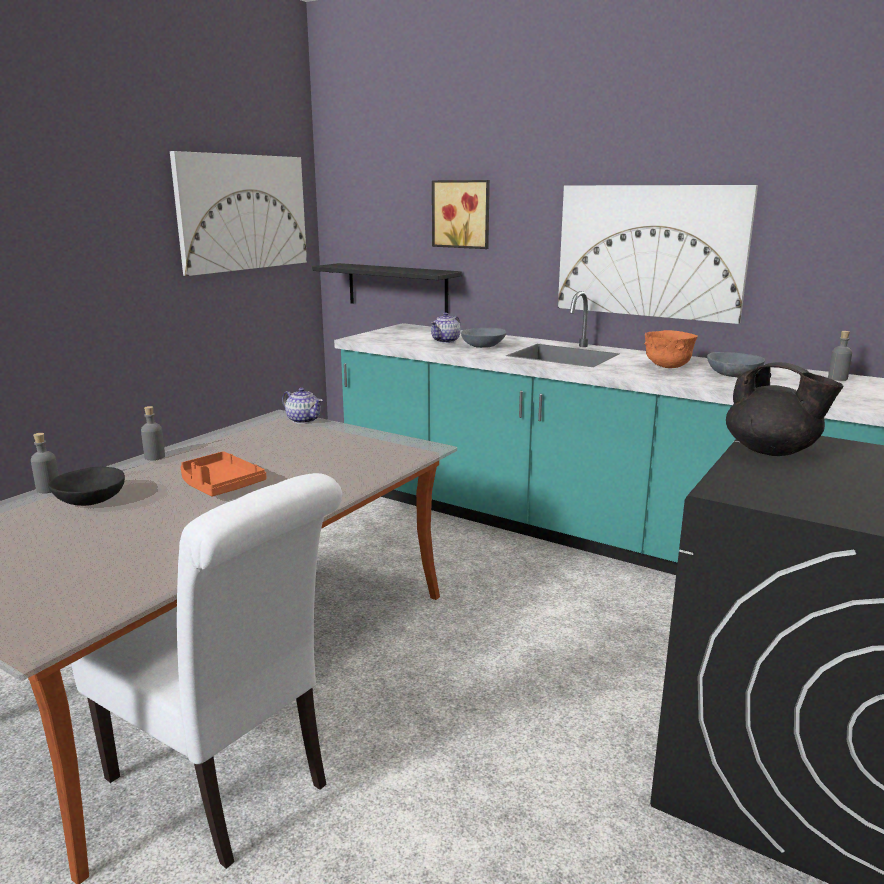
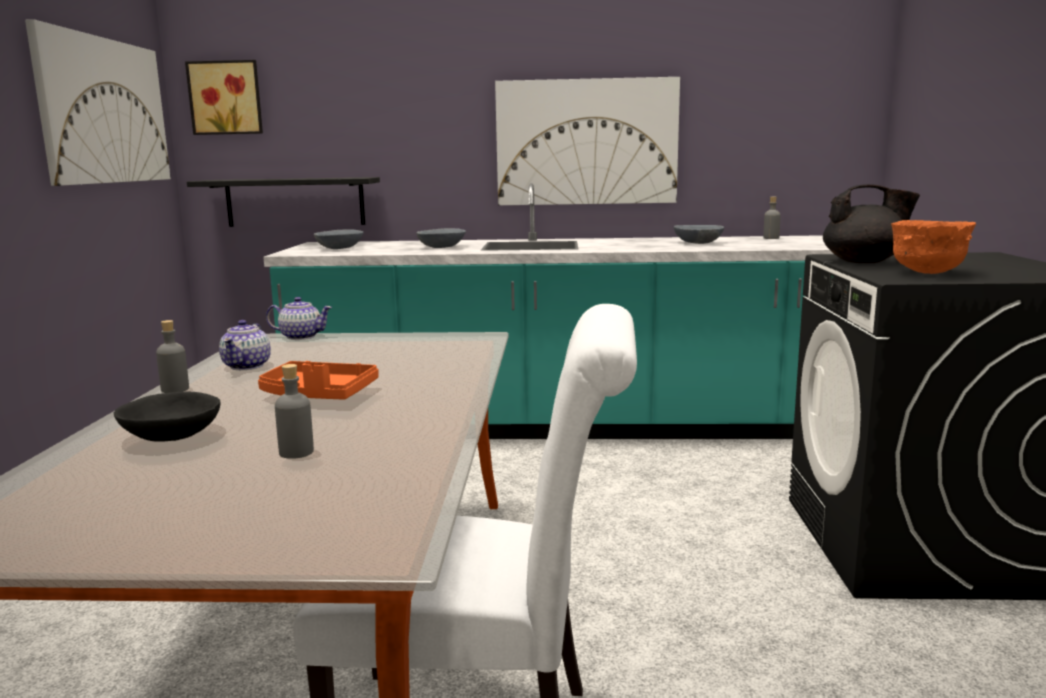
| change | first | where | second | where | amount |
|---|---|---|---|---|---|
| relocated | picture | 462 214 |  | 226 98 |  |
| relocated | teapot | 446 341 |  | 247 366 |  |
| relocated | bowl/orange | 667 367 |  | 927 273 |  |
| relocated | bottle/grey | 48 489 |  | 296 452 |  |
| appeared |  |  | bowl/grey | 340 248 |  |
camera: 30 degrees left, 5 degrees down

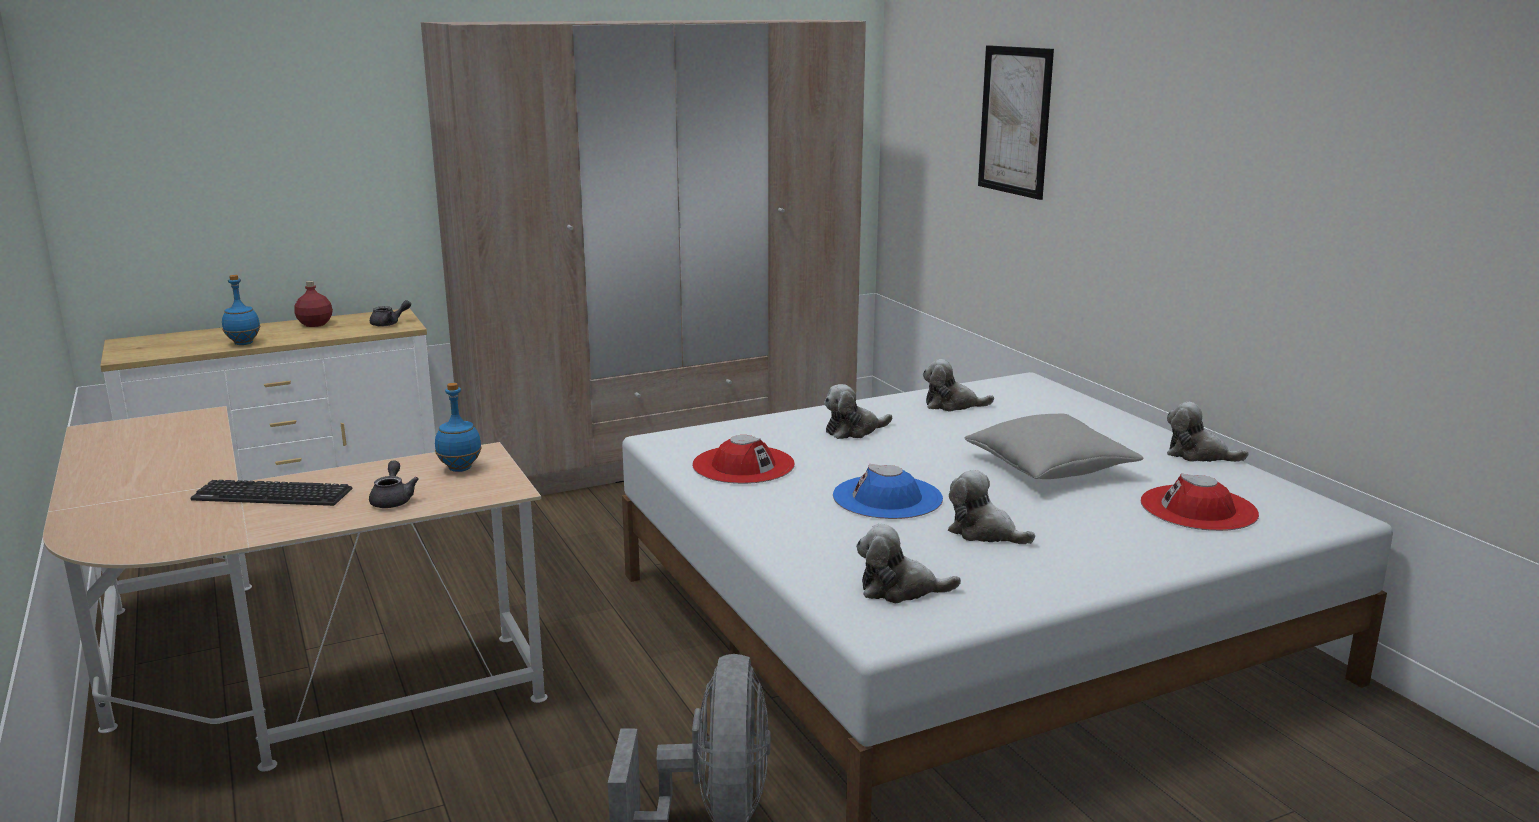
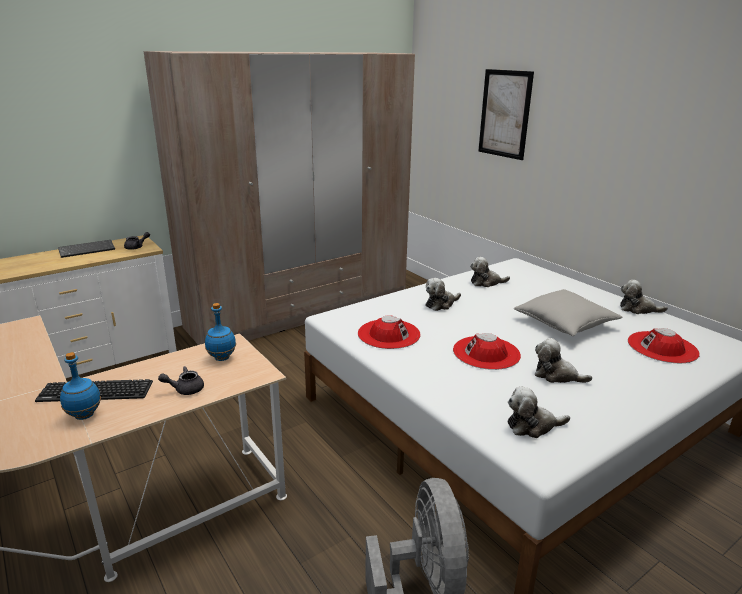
| change | first | where | second | where | amount |
|---|---|---|---|---|---|
| relocated | bottle/blue | 243 343 |  | 84 415 |  |
| exchanged | bottle/red | 315 324 | keyboard | 87 249 |  |
| spun | teapot/grey | 393 500 |  | 185 389 | 90 degrees counterclockwise |
| colour | hat/blue | 887 498 | hat/red | 486 353 |  |
camera: 10 degrees left, 5 degrees up

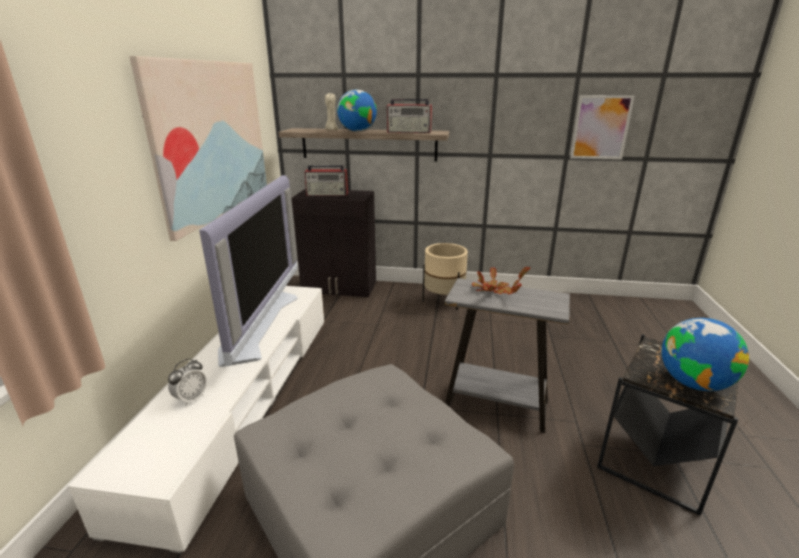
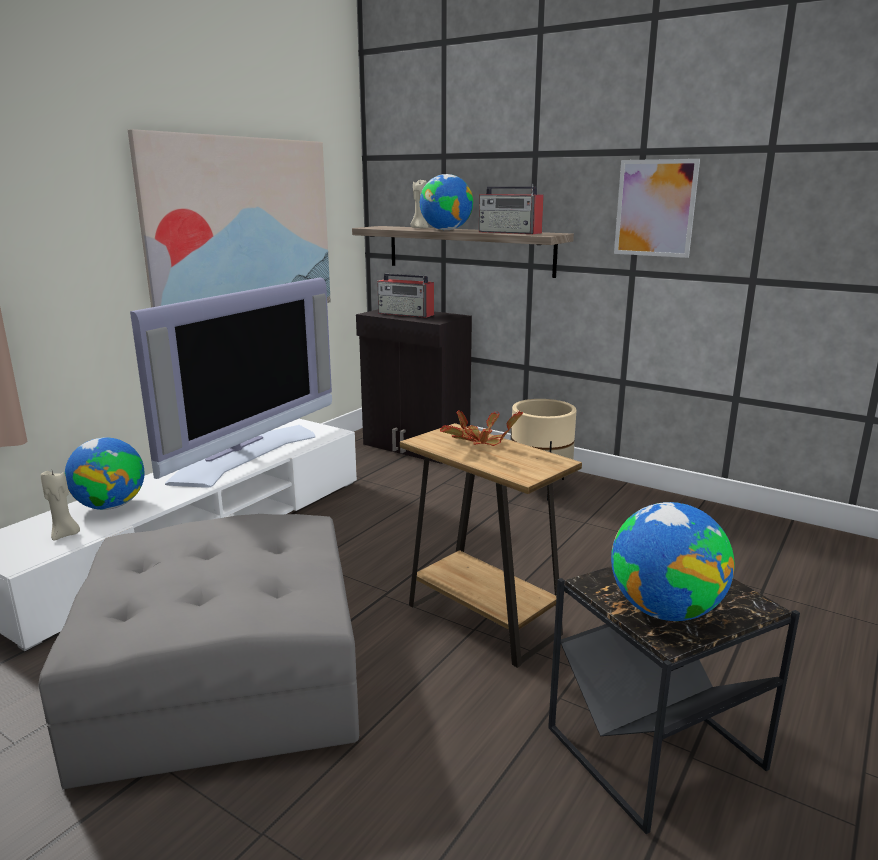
| change | first | where | second | where | amount |
|---|---|---|---|---|---|
| relocated | picture | 600 127 |  | 655 208 |  |
| colour | side table/grey | 496 405 | side table/brown | 483 619 |  |
| exchanged | alarm clock | 191 398 | globe | 111 506 |  |
| appeared |  |  | candle/beige | 65 535 |  |
camera: 25 degrees right, 5 degrees down

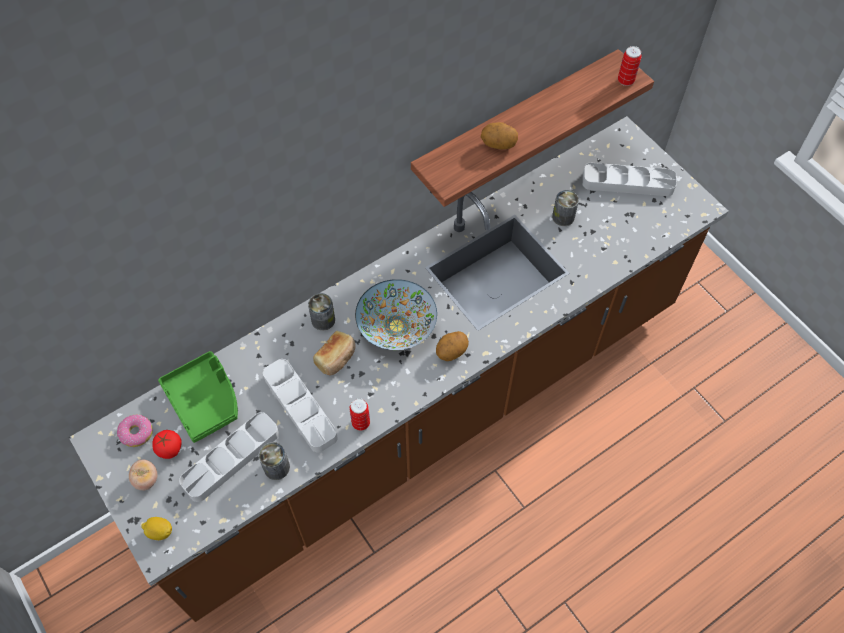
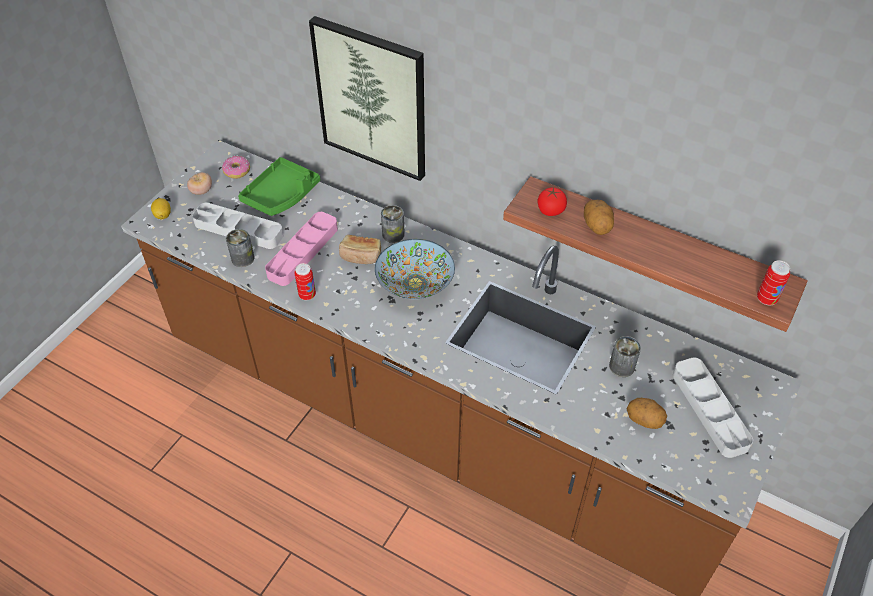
| change | first | where | second | where | amount |
|---|---|---|---|---|---|
| relocated | potato | 451 351 |  | 644 420 |  |
| colour | tray/grey | 300 407 | tray/pink | 303 252 |  |
| relocated | tomato | 169 449 |  | 550 211 |  |
| appeared |  |  | picture | 372 99 |  |
camera: 65 degrees right, 10 degrees down

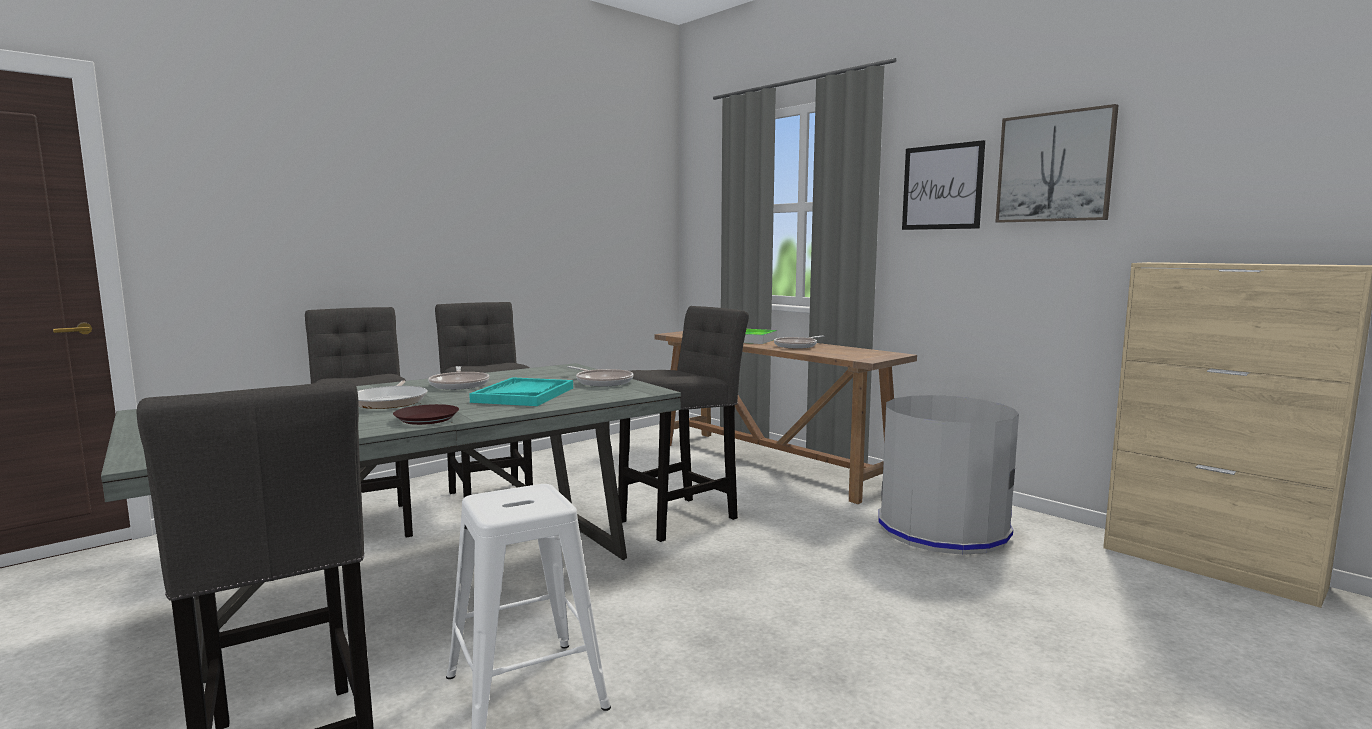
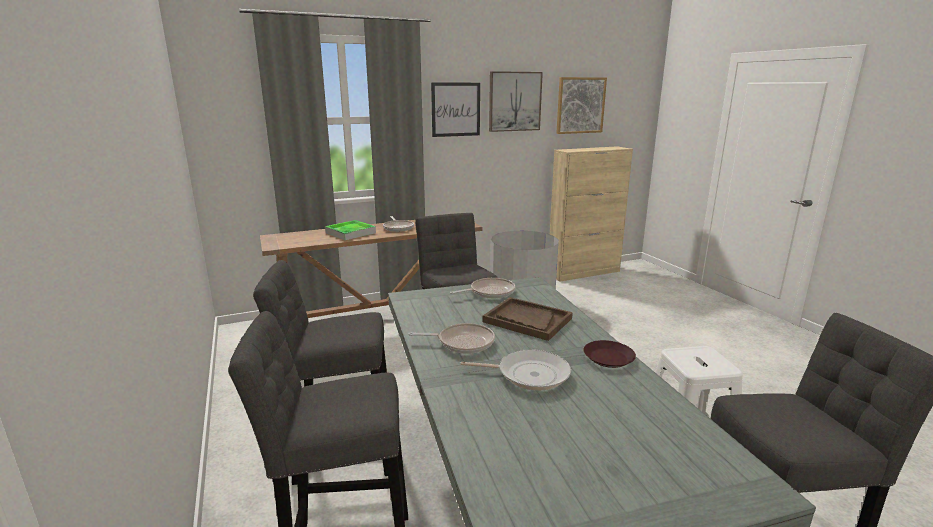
| change | first | where | second | where | amount |
|---|---|---|---|---|---|
| colour | tray/turquoise | 523 395 | tray/brown | 527 320 |  |
| appeared |  |  | picture | 580 105 |  |
camera: 70 degrees left, 10 degrees up

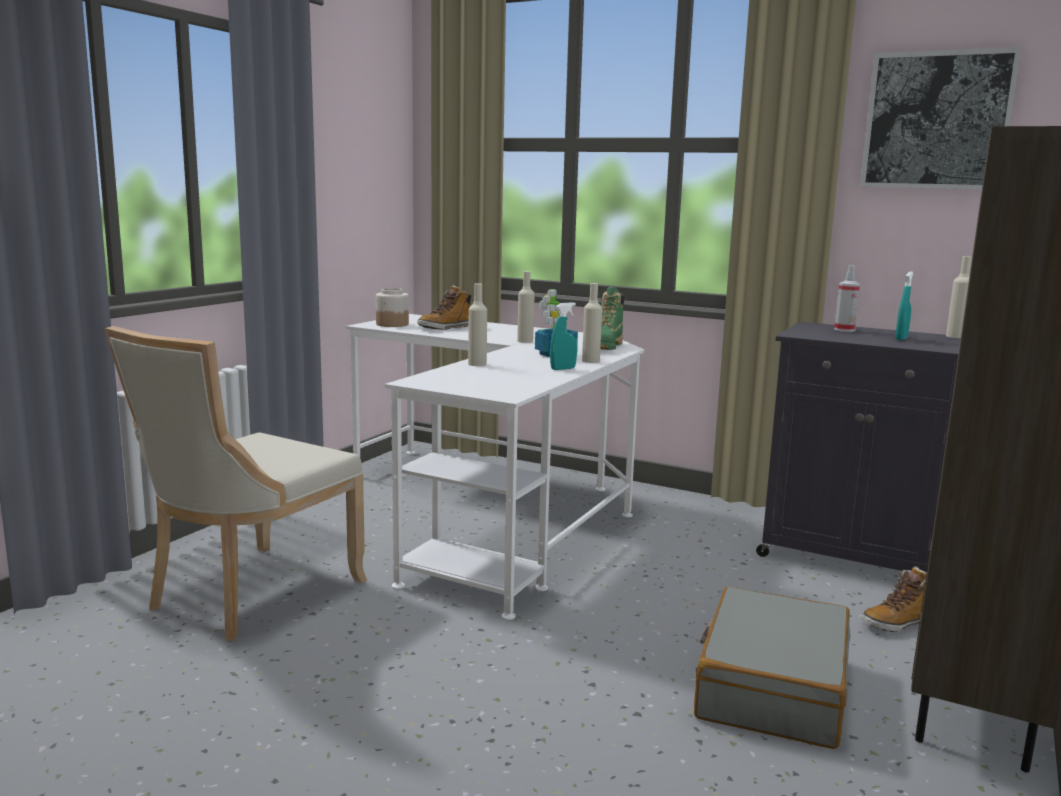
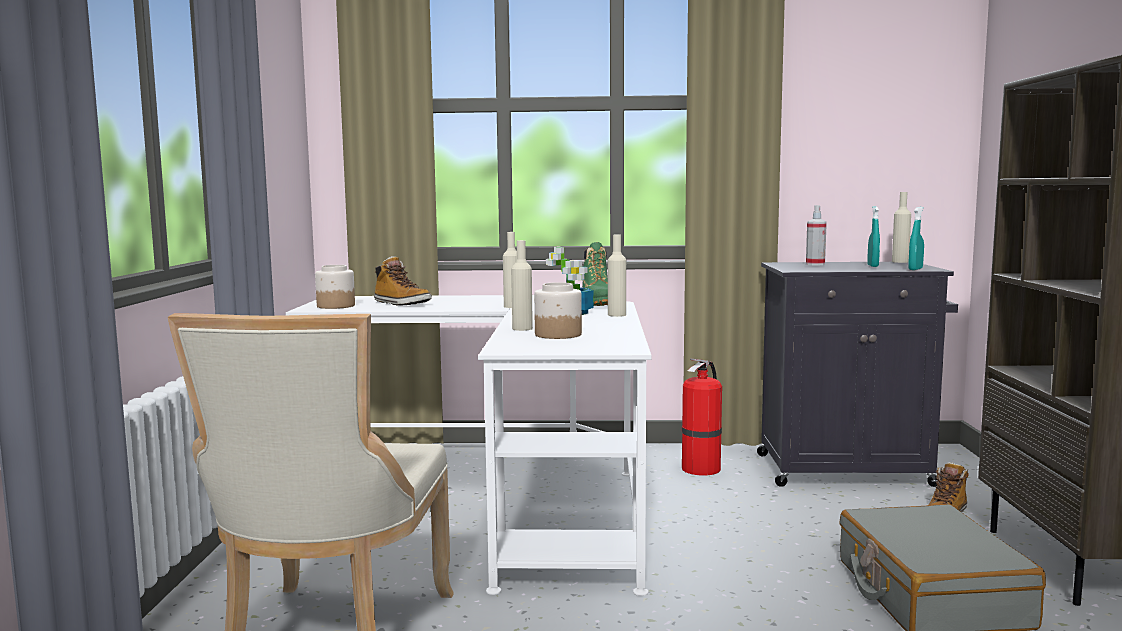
| change | first | where | second | where | amount |
|---|---|---|---|---|---|
| missing | picture | 937 121 |  |  |  |
| spun | boot | 445 328 |  | 401 304 | 75 degrees counterclockwise |
| relocated | spray bottle/turquoise | 563 369 |  | 915 269 |  |
| appeared |  |  | jar | 557 335 |  |
| appeared |  |  | fire extinguisher | 702 468 |  |
camera: 25 degrees left, 5 degrees down

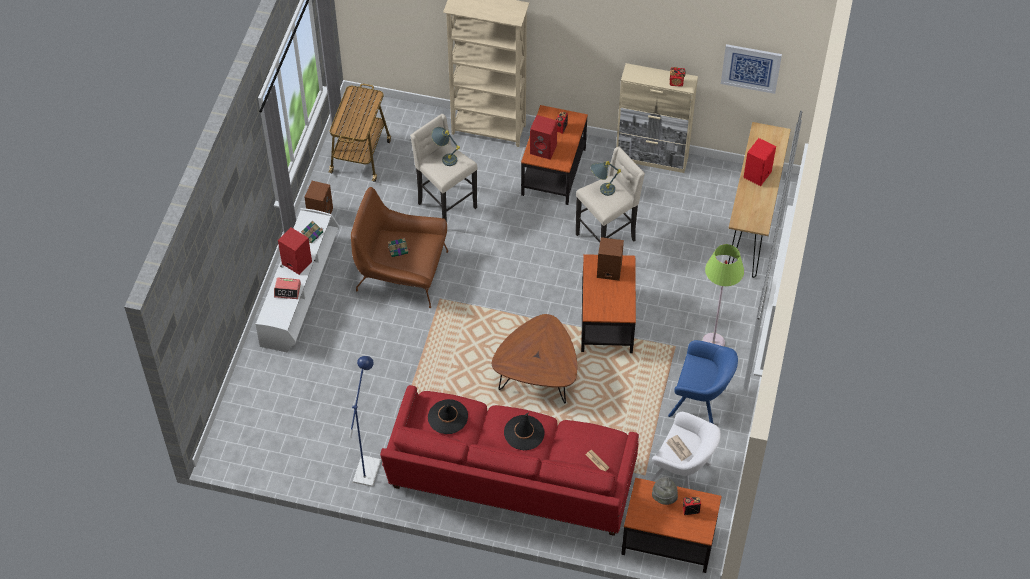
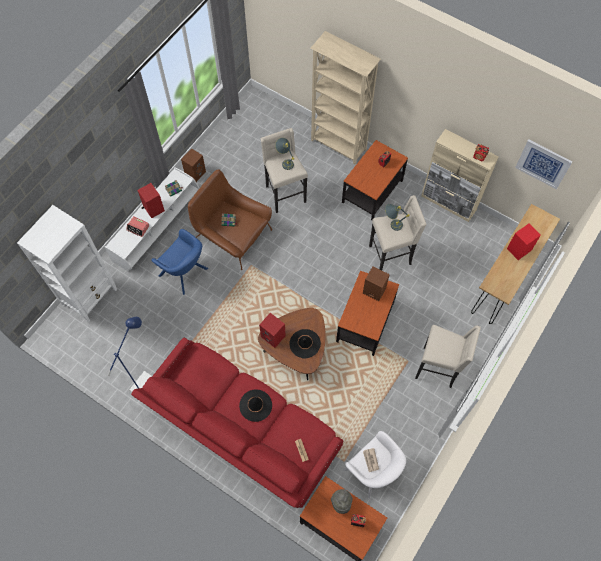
| change | first | where | second | where | amount |
|---|---|---|---|---|---|
| missing | cart | 361 155 |  |  |  |
| relocated | speaker/red | 544 149 |  | 273 336 |  |
| exchanged | floor lamp/green | 713 343 | stool/beige | 438 368 |  |
| relocated | armchair/blue | 701 403 |  | 185 274 |  |
| relocated | hat/black | 447 417 |  | 305 343 |  |
| appeared |  |  | bookcase/white | 90 297 |  |
camera: 20 degrees right, 10 degrees up

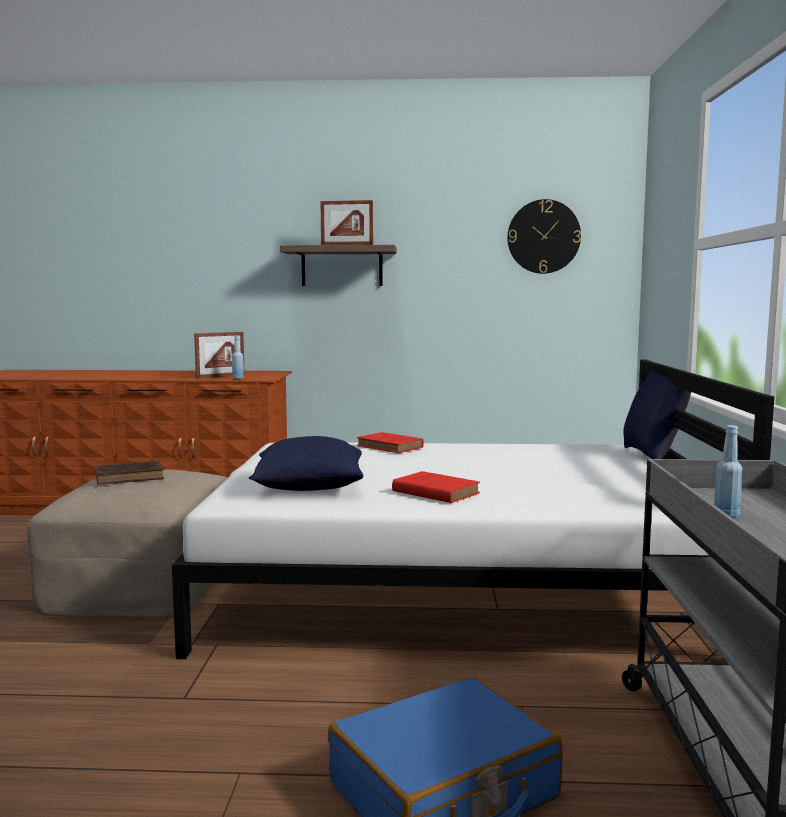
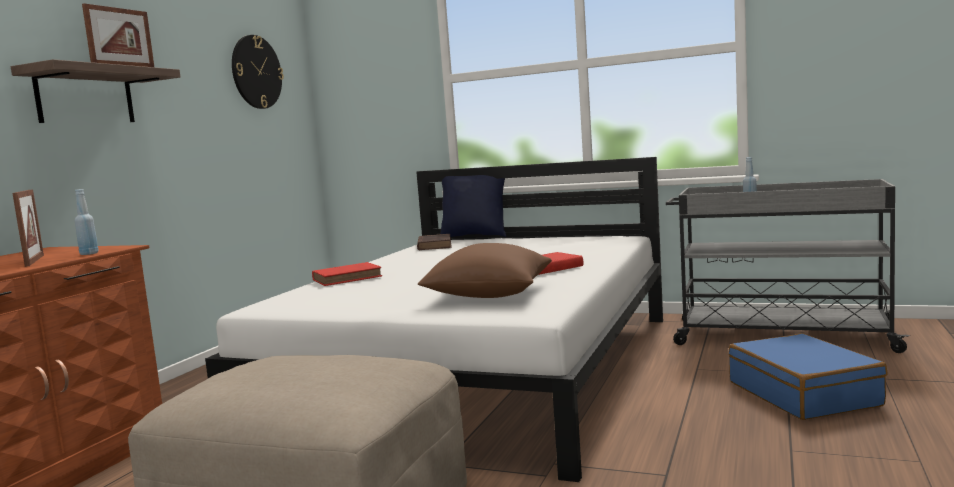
| change | first | where | second | where | amount |
|---|---|---|---|---|---|
| colour | pillow/blue | 308 487 | pillow/brown | 489 295 |  |
| relocated | book/brown | 131 477 |  | 434 245 |  |
camera: 70 degrees left, 0 degrees up

